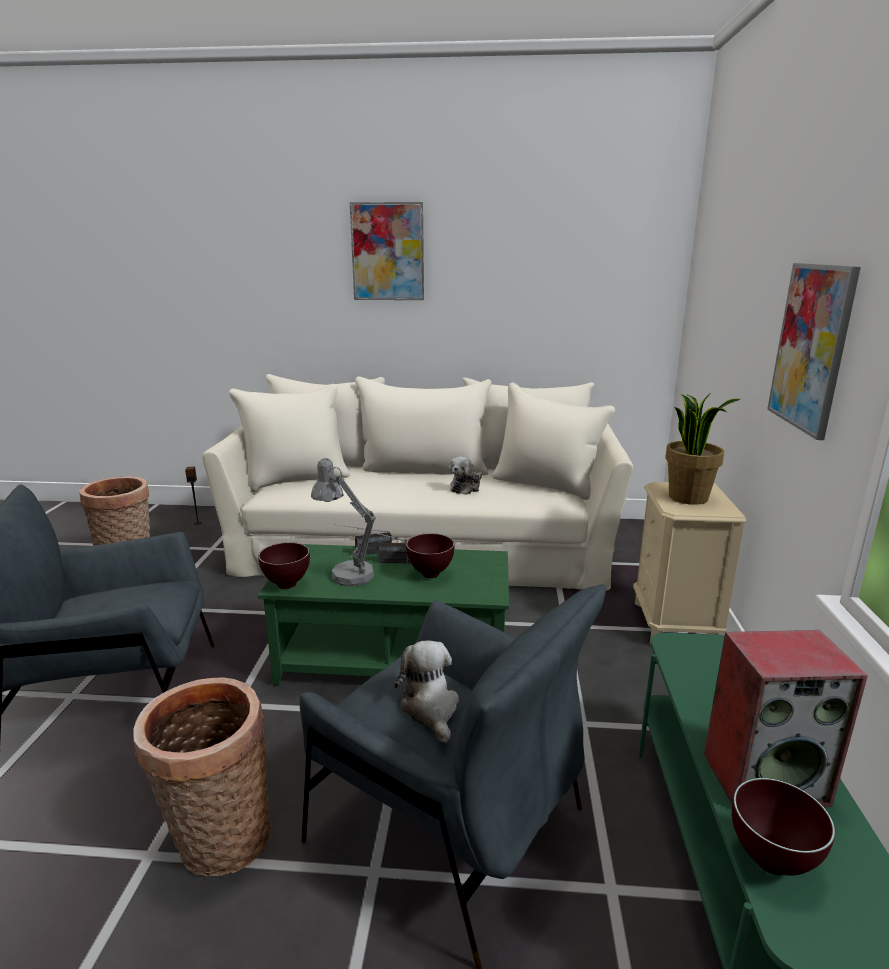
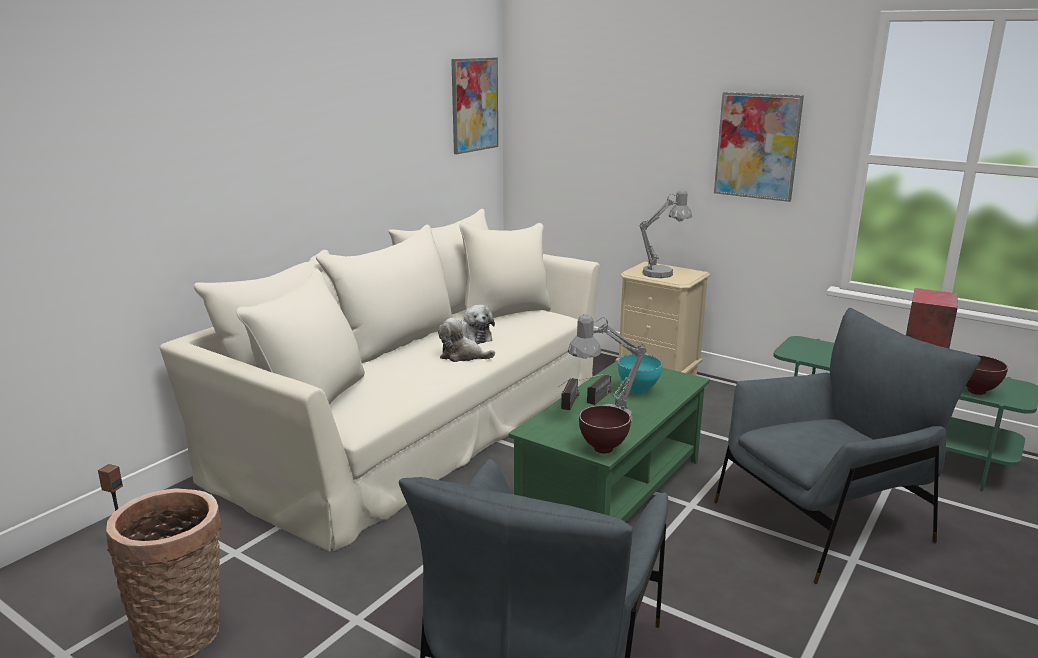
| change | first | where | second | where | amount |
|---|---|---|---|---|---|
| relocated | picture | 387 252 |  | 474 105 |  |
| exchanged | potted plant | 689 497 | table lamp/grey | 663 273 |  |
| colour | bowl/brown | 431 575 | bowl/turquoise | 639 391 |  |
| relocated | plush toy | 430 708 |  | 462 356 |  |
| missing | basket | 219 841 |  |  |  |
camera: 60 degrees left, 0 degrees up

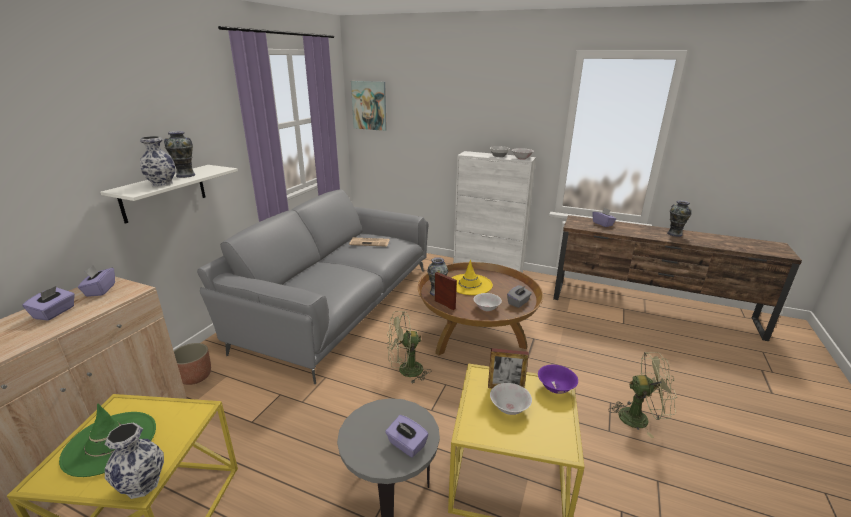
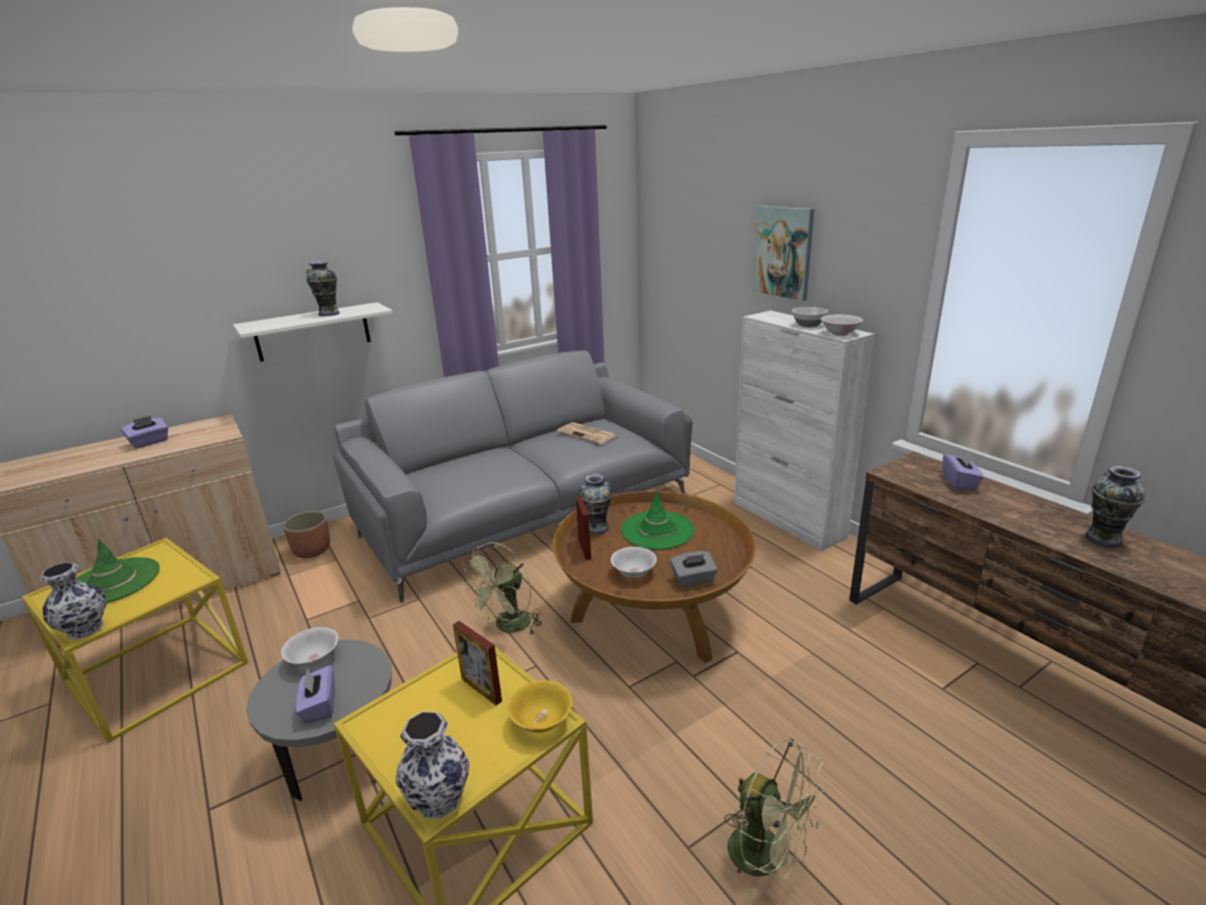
| change | first | where | second | where | amount |
|---|---|---|---|---|---|
| relocated | picture | 369 105 |  | 783 252 |  |
| relocated | vase | 162 184 |  | 439 798 |  |
| colour | hat/yellow | 470 284 | hat/green | 657 530 |  |
| missing | tissue box/purple | 100 290 |  |  |  |
| spun | fan/green | 405 371 |  | 508 627 | 75 degrees counterclockwise |
| colour | bowl/purple | 556 388 | bowl/yellow | 542 721 |  |
| relocated | bowl/white | 509 408 |  | 314 660 |  |
camera: 35 degrees right, 0 degrees up

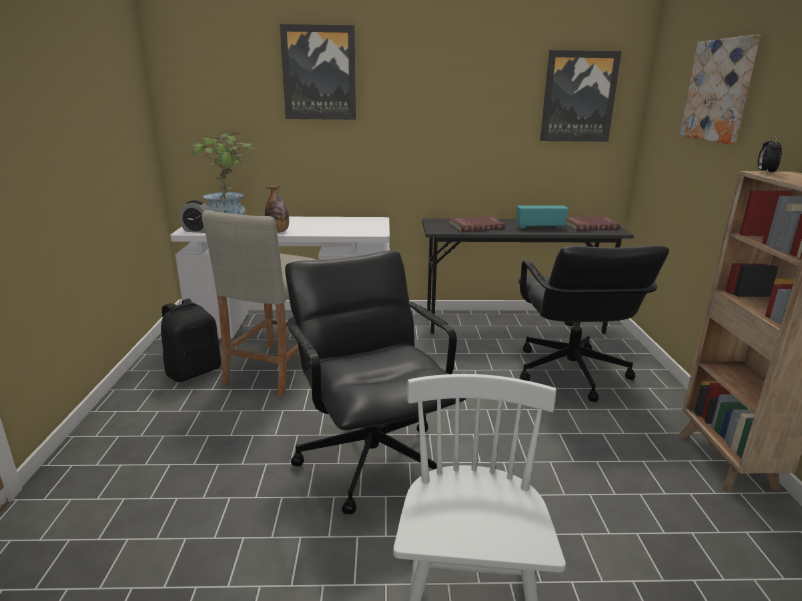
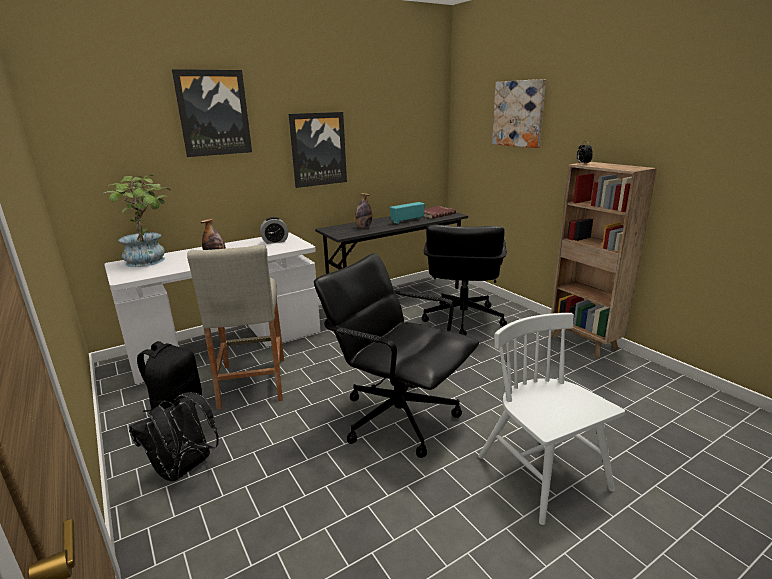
| change | first | where | second | where | amount |
|---|---|---|---|---|---|
| relocated | picture | 578 97 |  | 318 149 |  |
| relocated | alarm clock | 198 230 |  | 275 241 |  |
| exchanged | book/red | 475 226 | bottle | 363 227 |  |
| spun | office chair/black | 570 373 |  | 462 319 | 45 degrees clockwise |
| appeared |  |  | backpack/black | 184 470 |  |
camera: 30 degrees left, 0 degrees up

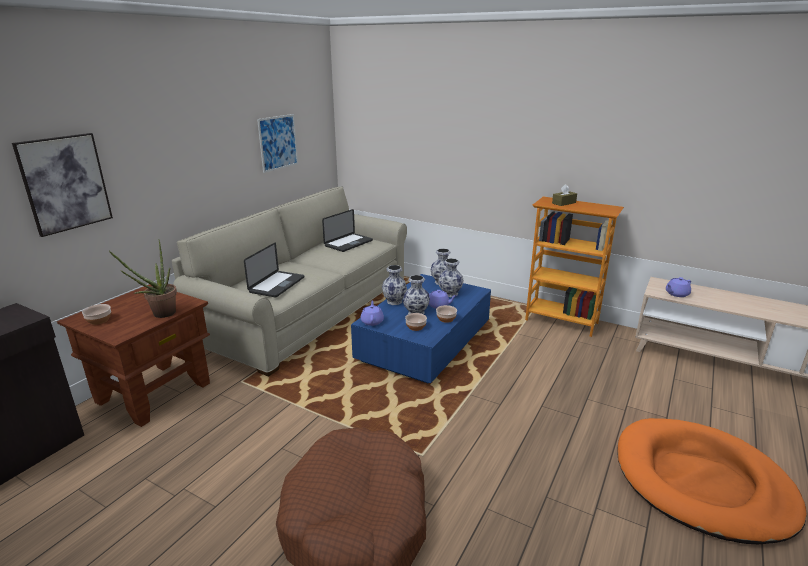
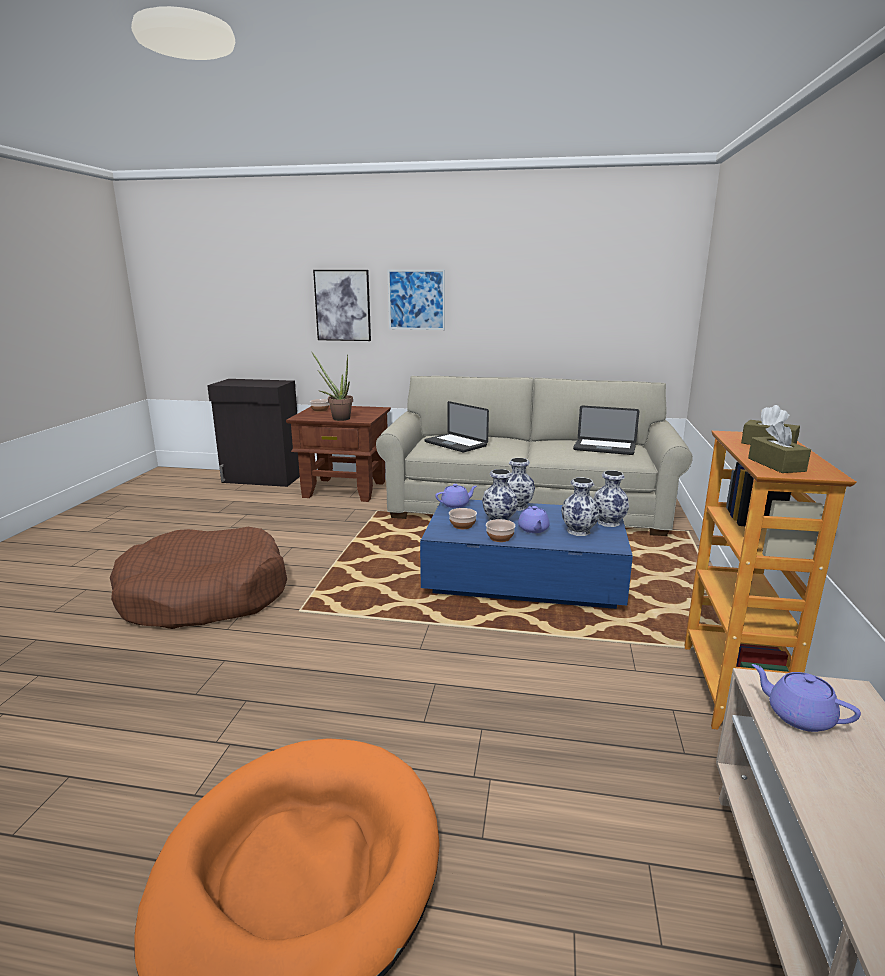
| change | first | where | second | where | amount |
|---|---|---|---|---|---|
| relocated | picture | 278 142 |  | 416 300 |  |
| spun | laptop | 277 285 |  | 455 444 | 45 degrees clockwise |
| appeared |  |  | tissue box/brown | 776 465 |  |
camera: 70 degrees right, 5 degrees down

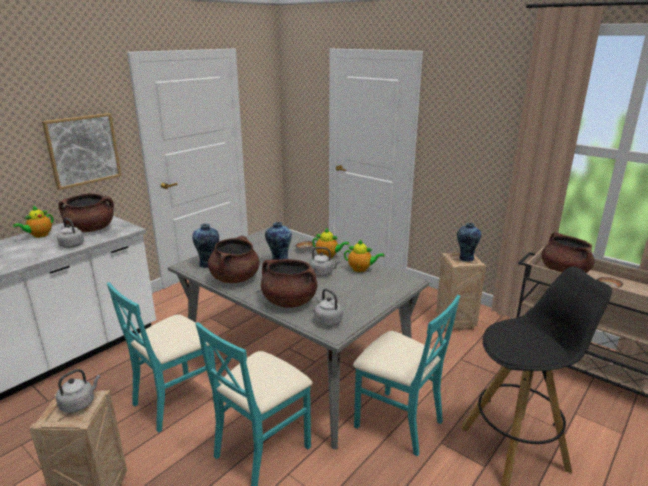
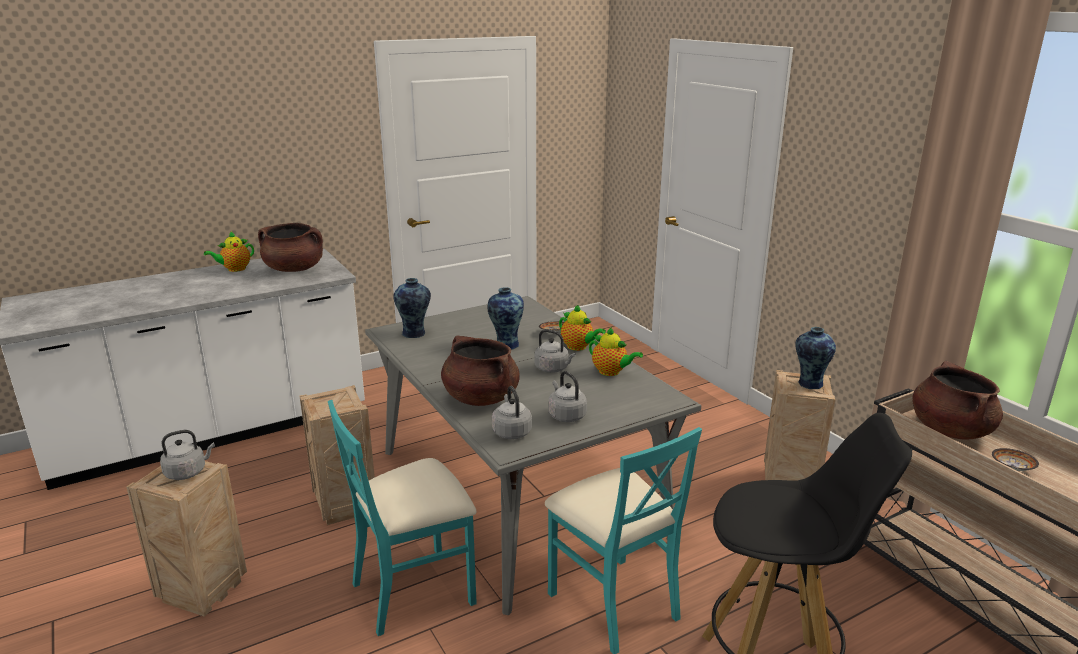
| change | first | where | second | where | amount |
|---|---|---|---|---|---|
| missing | picture | 83 150 |  |  |  |
| relocated | kettle/grey | 71 245 |  | 566 415 |  |
| missing | cooking pot/brown | 235 278 |  |  |  |
| exchanged | chair/turquoise | 176 401 | crate | 344 506 |  |
camera: 20 degrees right, 0 degrees up

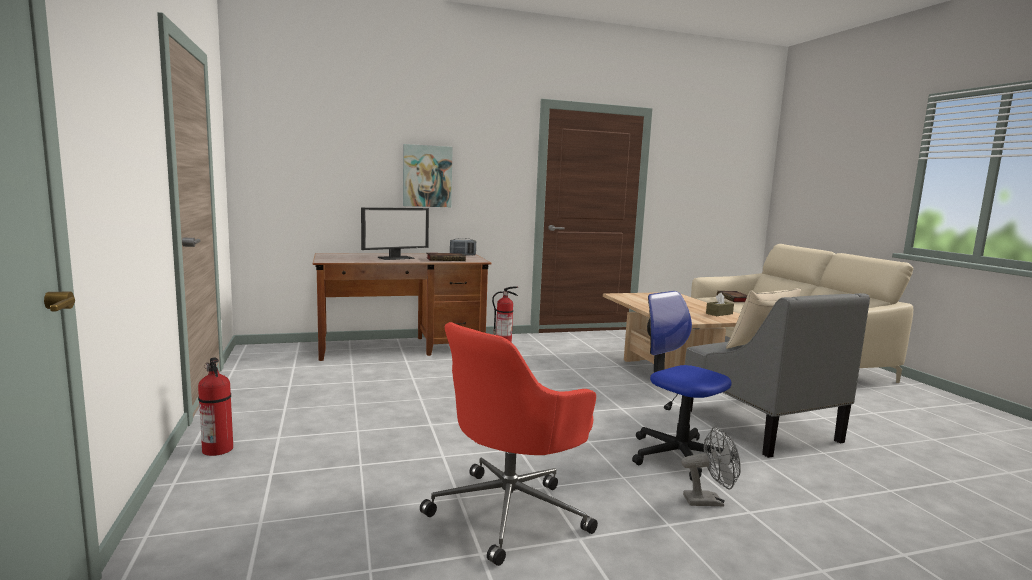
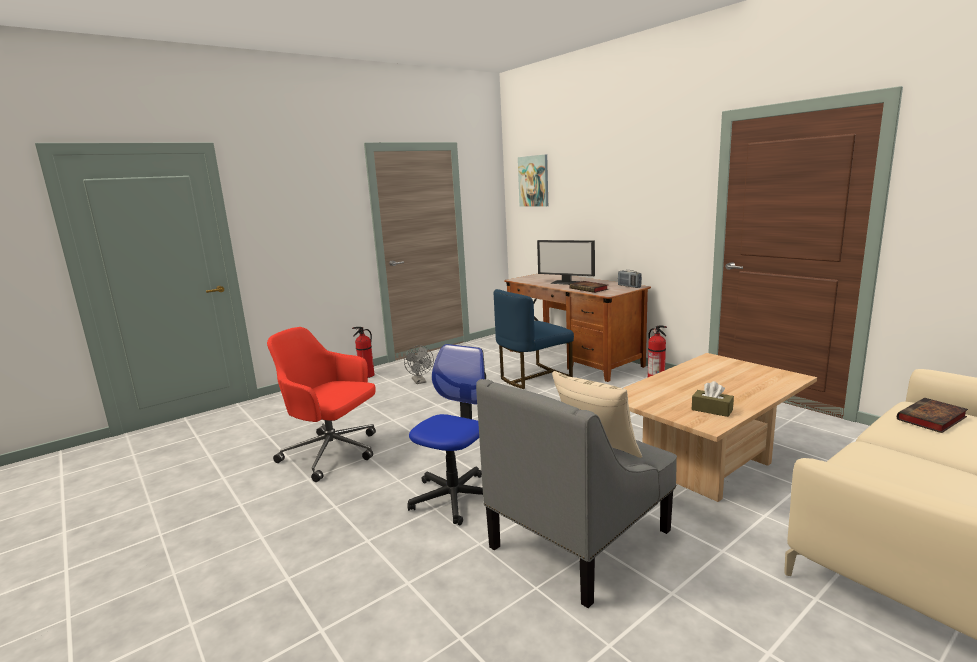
| change | first | where | second | where | amount |
|---|---|---|---|---|---|
| relocated | picture | 427 176 |  | 534 181 |  |
| relocated | fan/grey | 709 501 |  | 420 382 |  |
| appeared |  |  | chair/blue | 533 377 |  |
camera: 70 degrees right, 5 degrees up

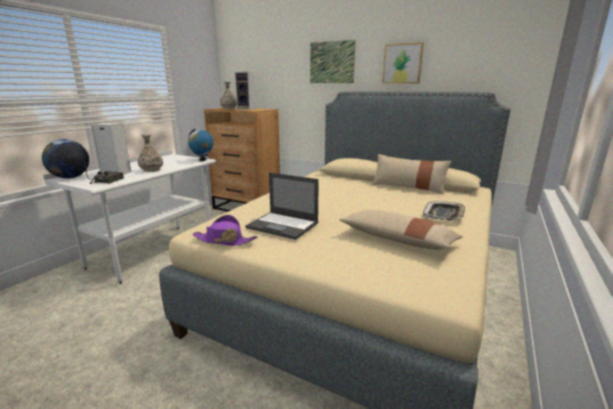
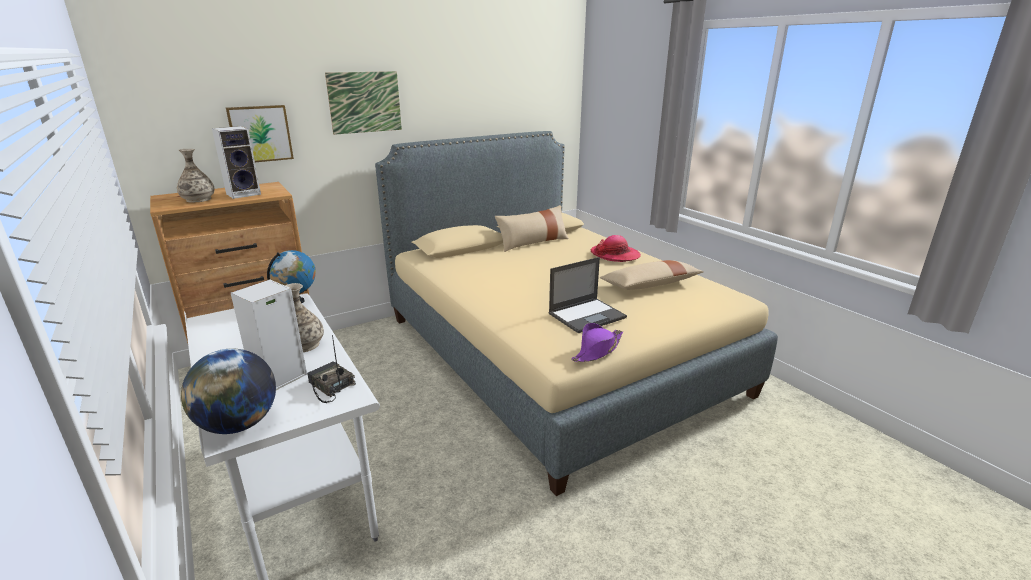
| change | first | where | second | where | amount |
|---|---|---|---|---|---|
| relocated | picture | 402 63 |  | 260 133 |  |
| exchanged | tray | 444 214 | hat | 615 255 |  |
camera: 60 degrees left, 5 degrees up

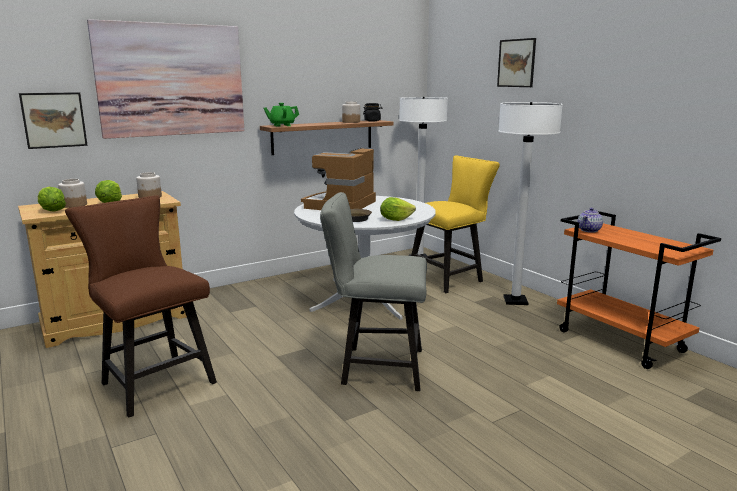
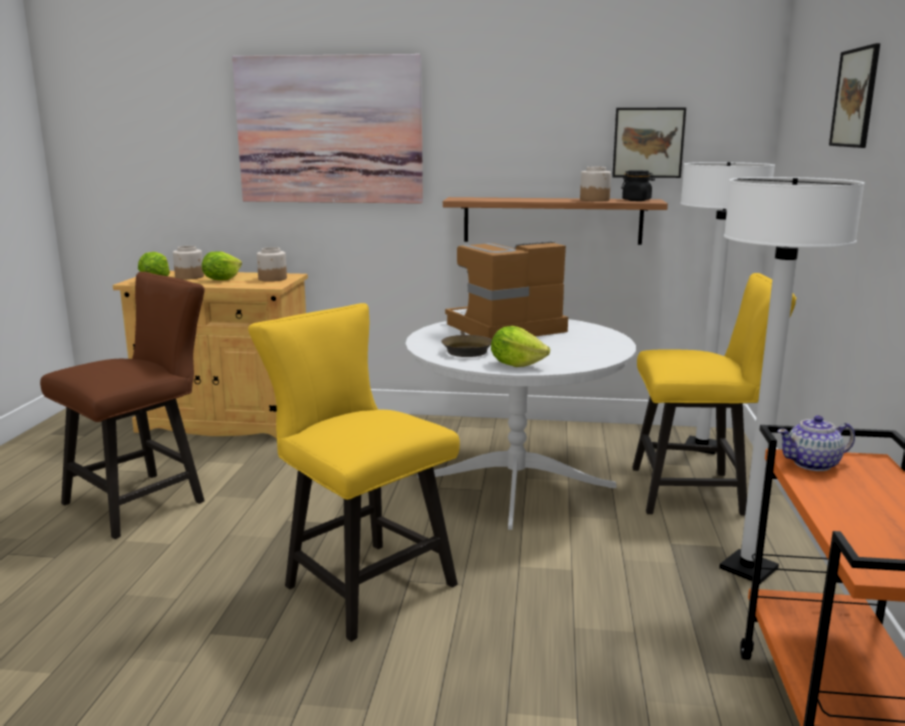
| change | first | where | second | where | amount |
|---|---|---|---|---|---|
| relocated | picture | 54 120 |  | 648 143 |  |
| missing | teapot/green | 282 125 |  |  |  |
| colour | chair/grey | 375 367 | chair/yellow | 360 582 |  |
| spun | chair/brown | 153 381 |  | 144 500 | 45 degrees clockwise |
camera: 40 degrees right, 0 degrees up

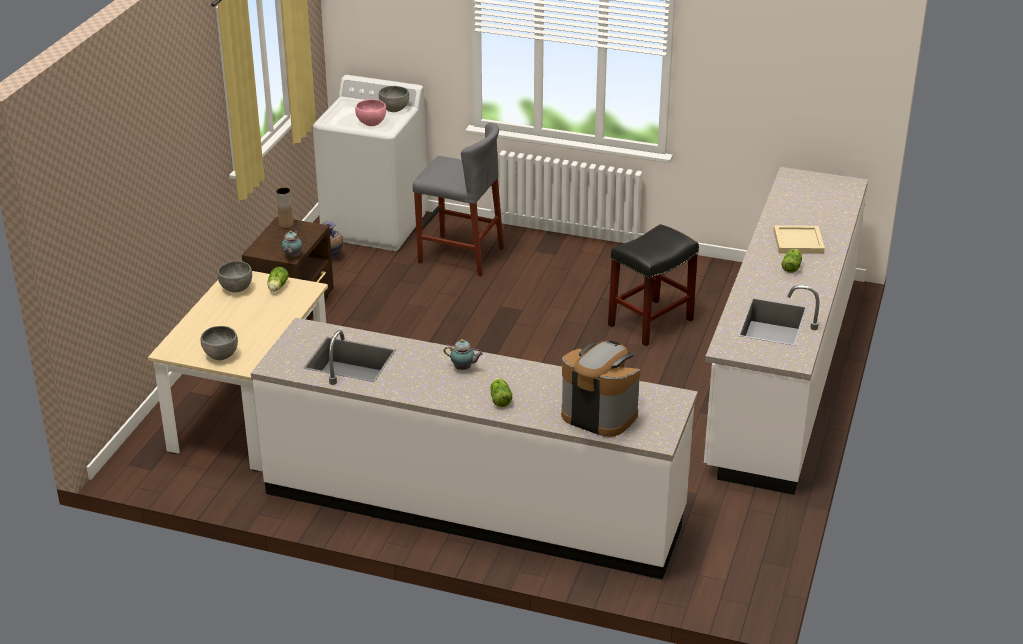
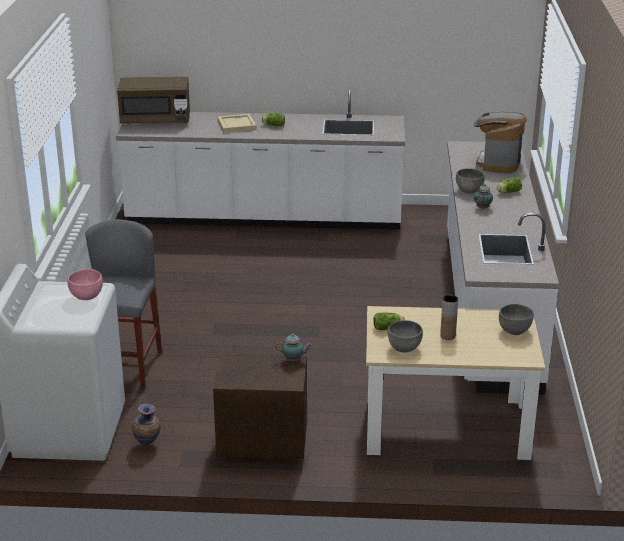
| change | first | where | second | where | amount |
|---|---|---|---|---|---|
| relocated | bowl/grey | 394 109 |  | 469 191 |  |
| relocated | vase/brown | 286 225 |  | 448 336 |  |
| missing | stool/black | 650 323 |  |  |  |
| appeared |  |  | microwave/brown | 155 120 |  |
camera: 105 degrees left, 5 degrees down

